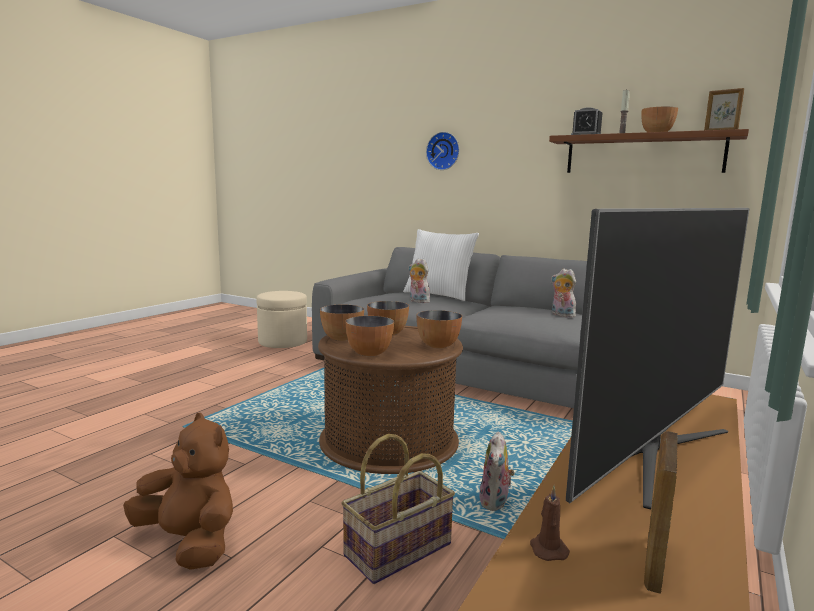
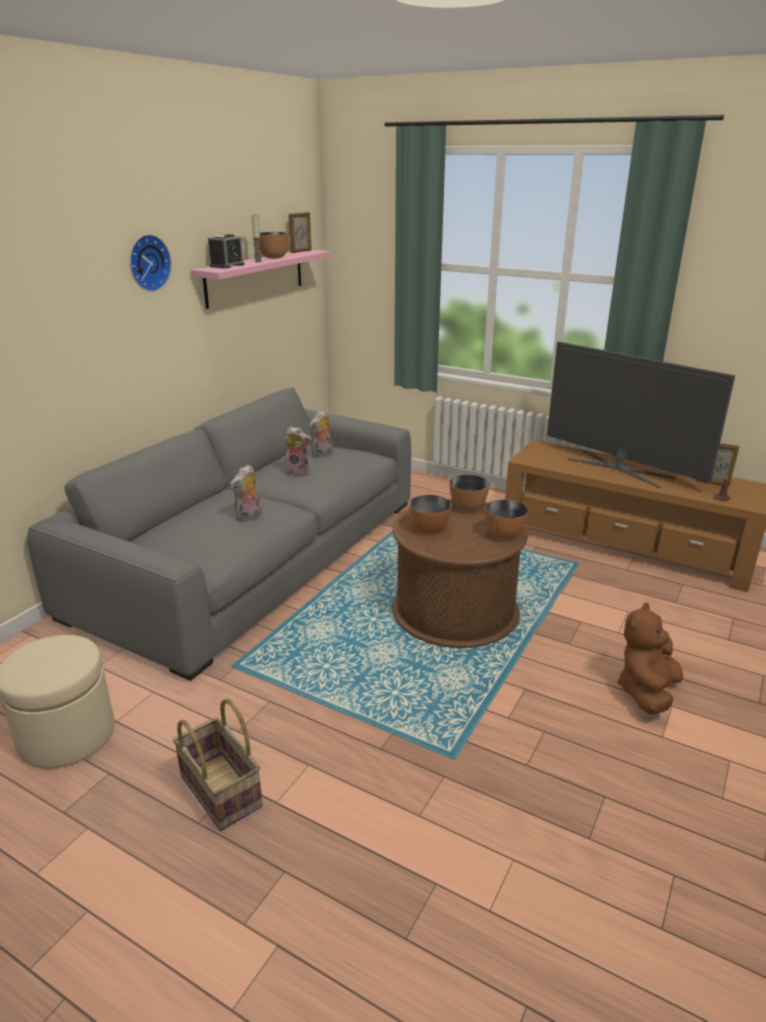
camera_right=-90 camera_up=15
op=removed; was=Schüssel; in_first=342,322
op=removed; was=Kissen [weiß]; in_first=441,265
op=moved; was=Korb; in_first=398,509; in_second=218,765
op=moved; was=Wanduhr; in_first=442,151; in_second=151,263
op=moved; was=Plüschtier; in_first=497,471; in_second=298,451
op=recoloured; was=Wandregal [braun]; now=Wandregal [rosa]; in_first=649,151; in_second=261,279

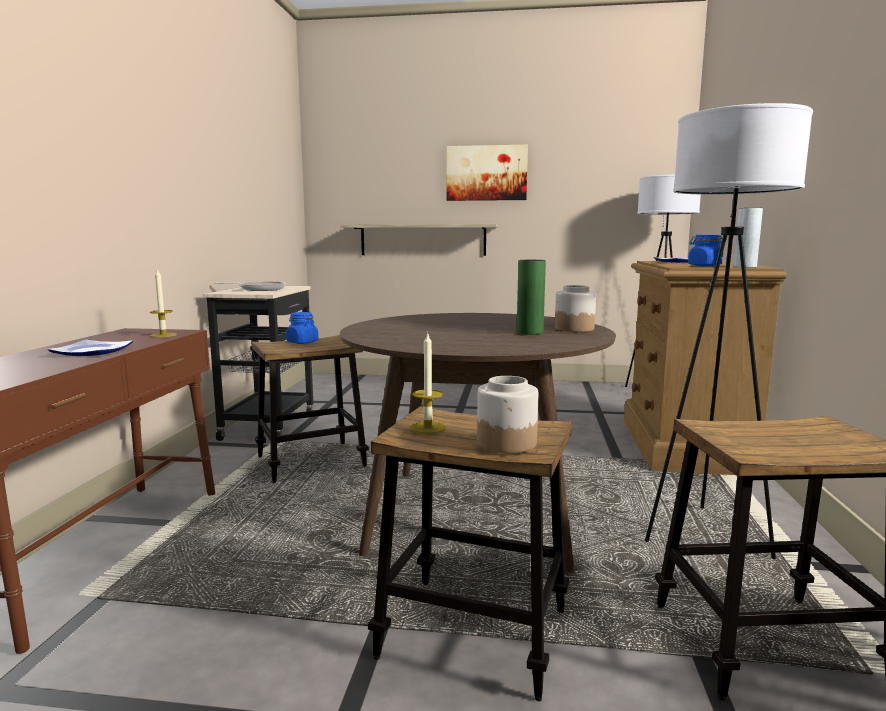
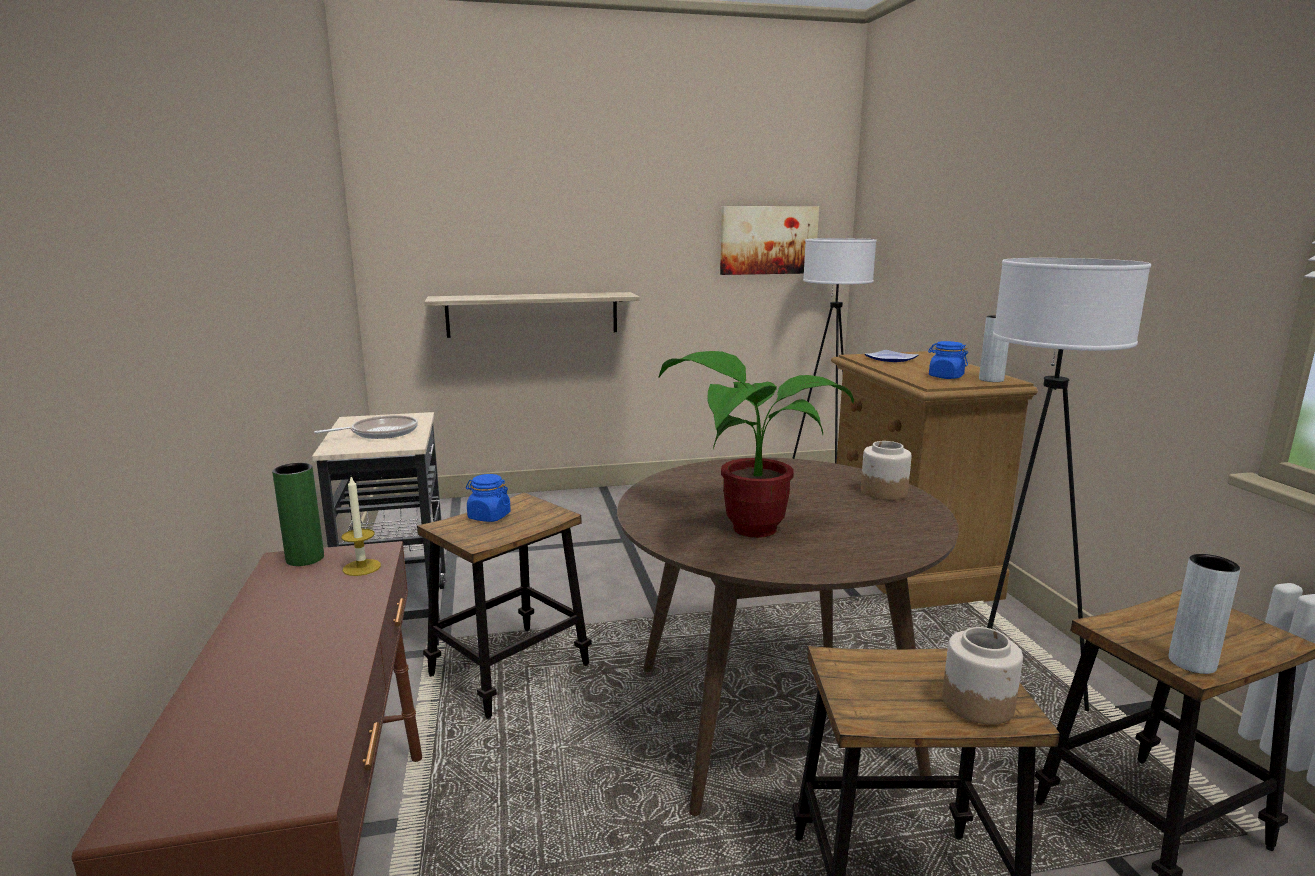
camera_right=-20 camera_up=5
op=removed; was=Teller; in_first=90,348
op=removed; was=Kerze; in_first=428,383
op=added; now=Topfpflanze; in_second=756,444
op=added; now=Vase [grau]; in_second=1204,614
op=moved; was=Bild; in_first=487,173; in_second=769,240
op=moved; was=Vase [grün]; in_first=531,297; in_second=298,514

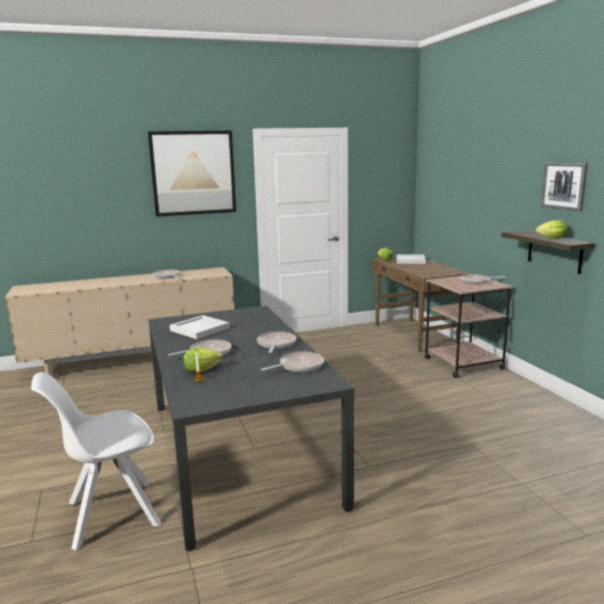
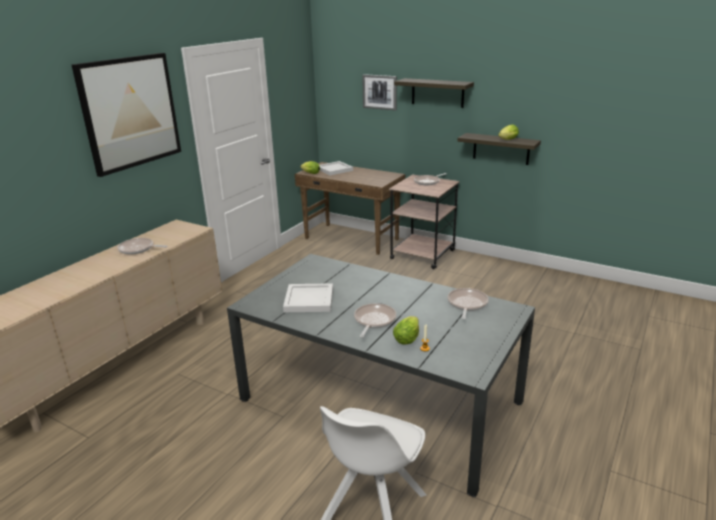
camera_right=-40 camera_up=10
op=removed; was=Pfanne; in_first=276,342
op=added; now=Wandregal; in_second=434,93
op=moved; was=Bild; in_first=564,187; in_second=379,92

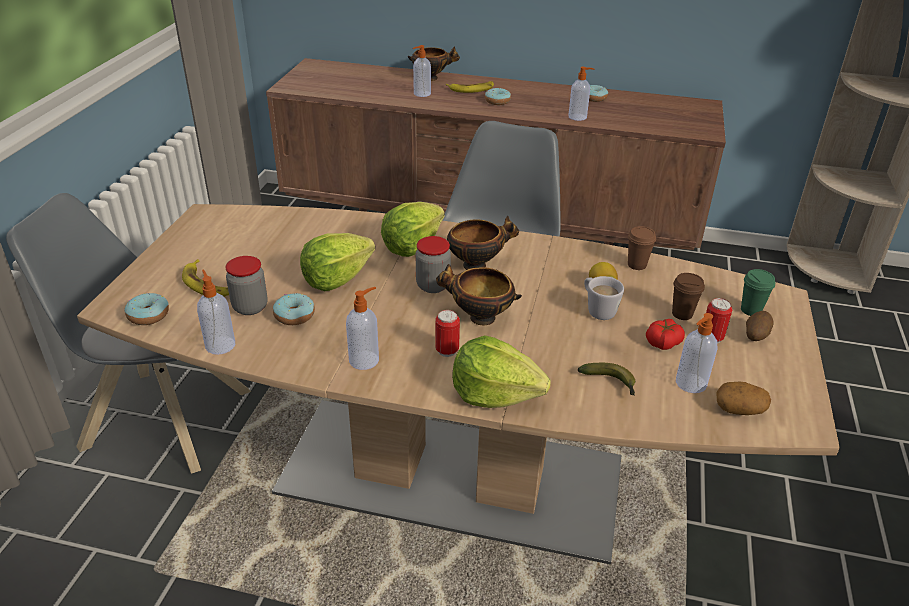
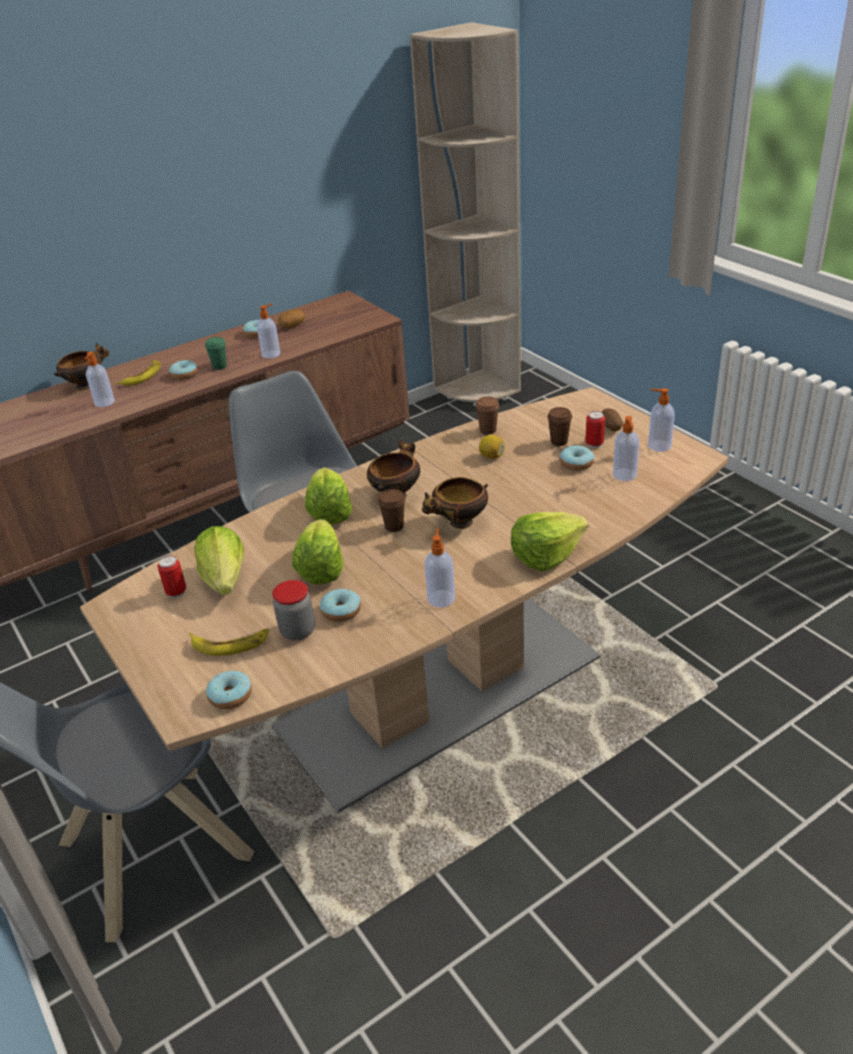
camera_right=-45 camera_up=0
op=removed; was=Banane; in_first=606,379
op=removed; was=Henkelbecher [weiß]; in_first=604,298
op=added; now=Salatkopf; in_second=219,560
op=moved; was=Seifenspender; in_first=216,312; in_second=661,420
op=moved; was=Dose; in_first=447,333; in_second=172,577
op=moved; was=Kartoffel; in_first=744,398; in_second=291,319
op=moved; was=Tasse [grün]; in_first=758,292; in_second=216,353
op=replaced; was=Vorratsglas; now=Tasse [braun]; in_first=433,264; in_second=391,510
op=replaced; was=Tomate; now=Donut; in_first=665,334; in_second=576,458

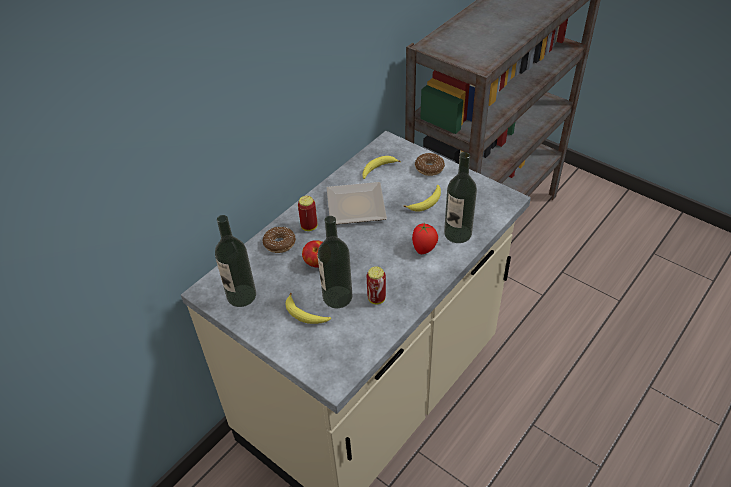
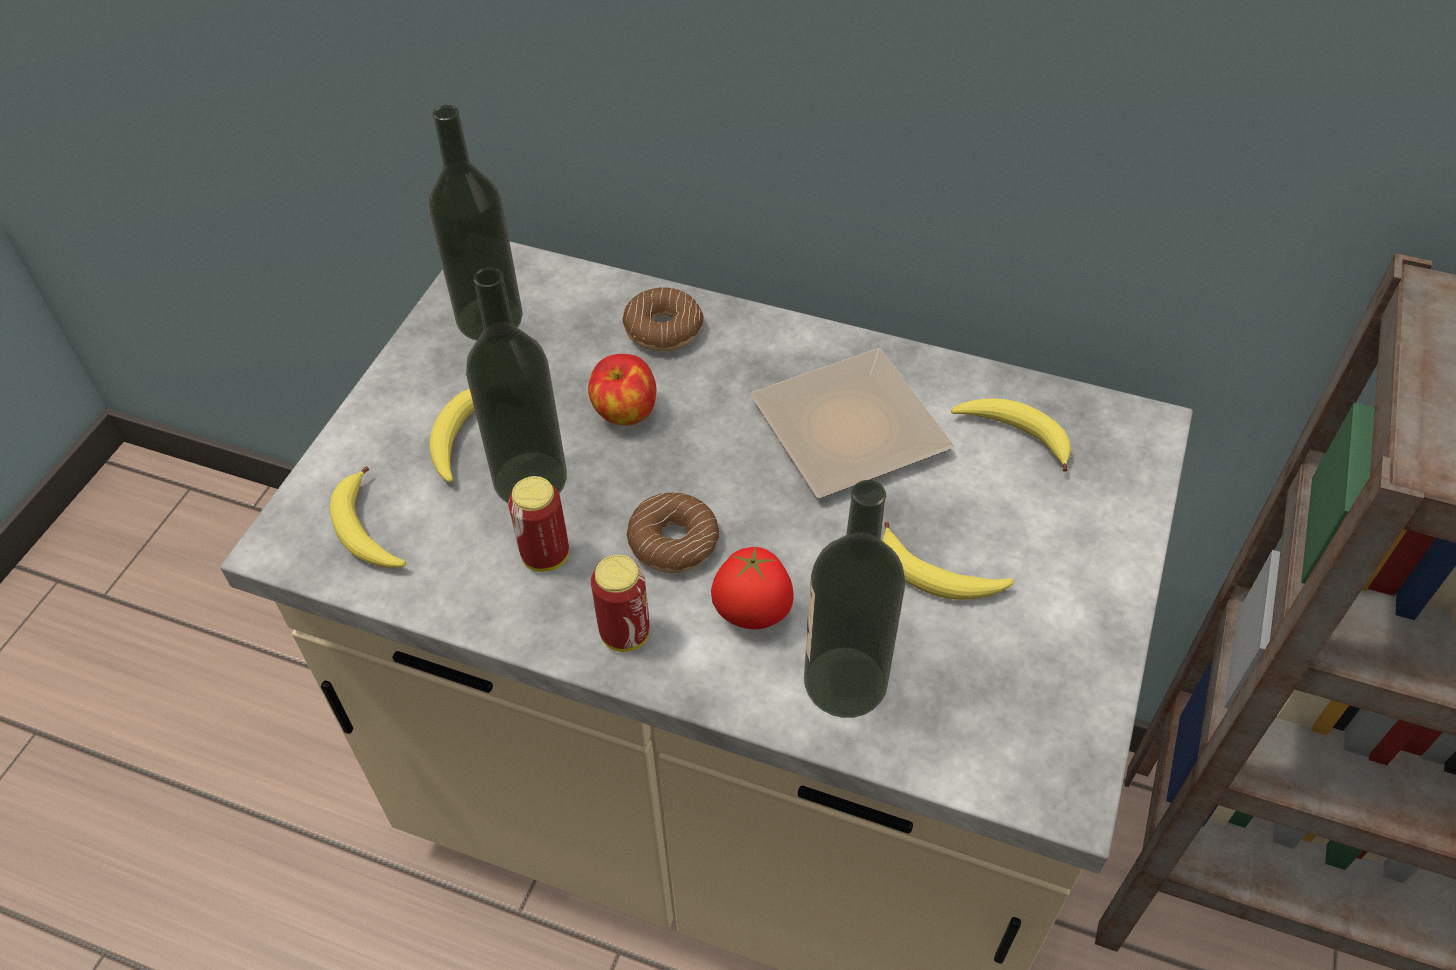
camera_right=70 camera_up=5
op=added; now=Banane; in_second=368,517
op=moved; was=Dose; in_first=307,213; in_second=620,603
op=moved; was=Donut; in_first=430,164; in_second=673,533

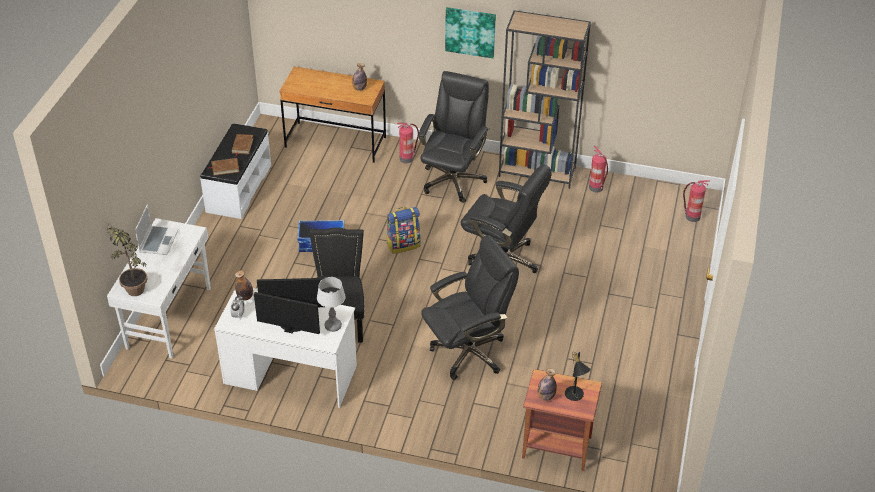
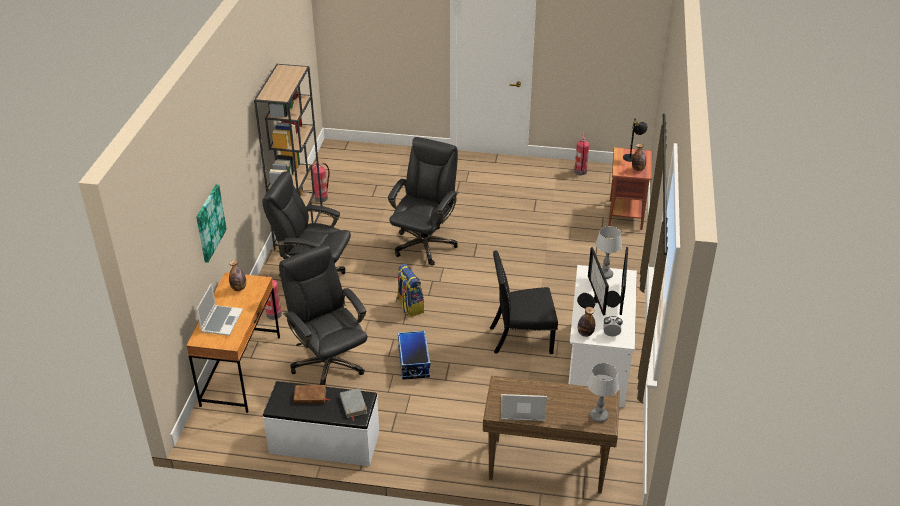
camera_right=-95 camera_up=-5
op=added; now=Laptop; in_second=220,309
op=moved; was=Bürostuhl [schwarz]; in_first=470,307; in_second=323,315
op=moved; was=Bild; in_first=470,32; in_second=211,224
op=moved; was=Feuerlöscher; in_first=696,201; in_second=581,153
op=replaced; was=Topfpflanze; now=Tischlampe; in_first=127,259; in_second=603,393
op=recoloured; was=Konsolentisch [weiß]; now=Konsolentisch [braun]; in_first=159,288; in_second=551,435
op=recoloured; was=Buch [braun]; now=Buch [grau]; in_first=223,167; in_second=353,404

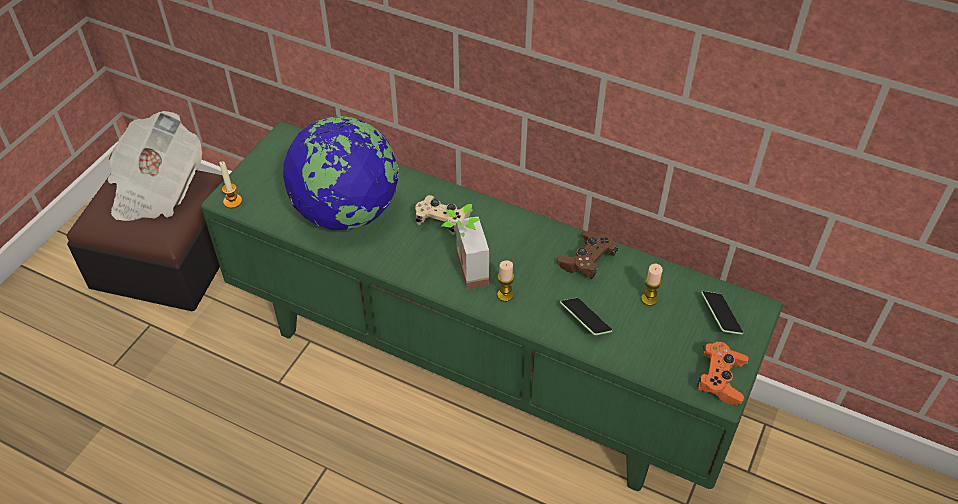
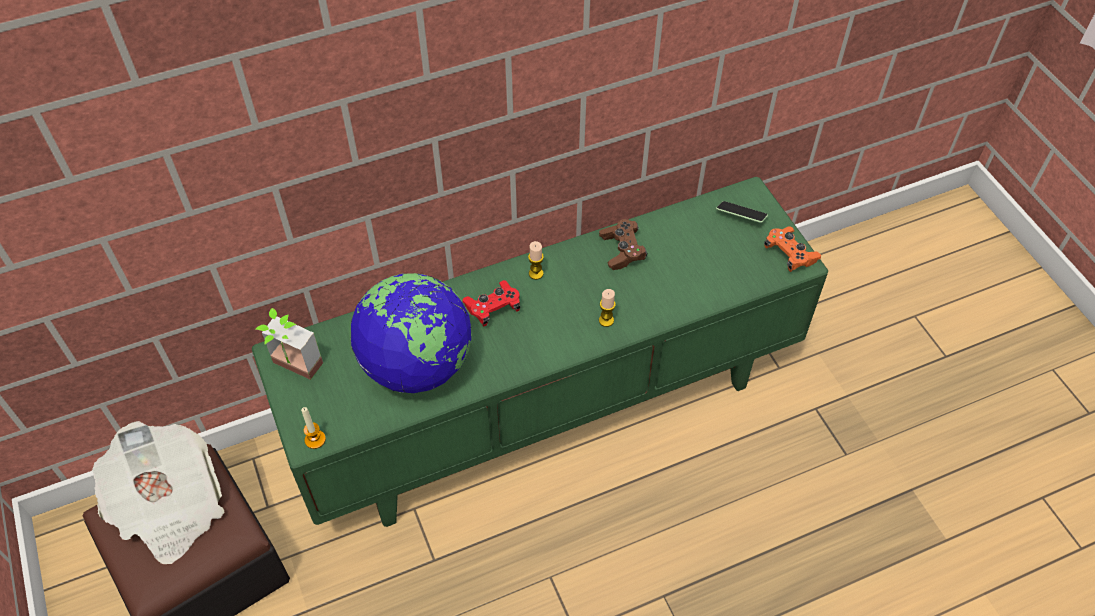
camera_right=-50 camera_up=5
op=removed; was=Handy; in_first=586,316
op=moved; was=Topfpflanze; in_first=465,247; in_second=289,344
op=moved; was=Kerze; in_first=652,285; in_second=536,260
op=recoloured; was=Gamepad [beige]; now=Gamepad [rot]; in_first=443,215; in_second=491,303

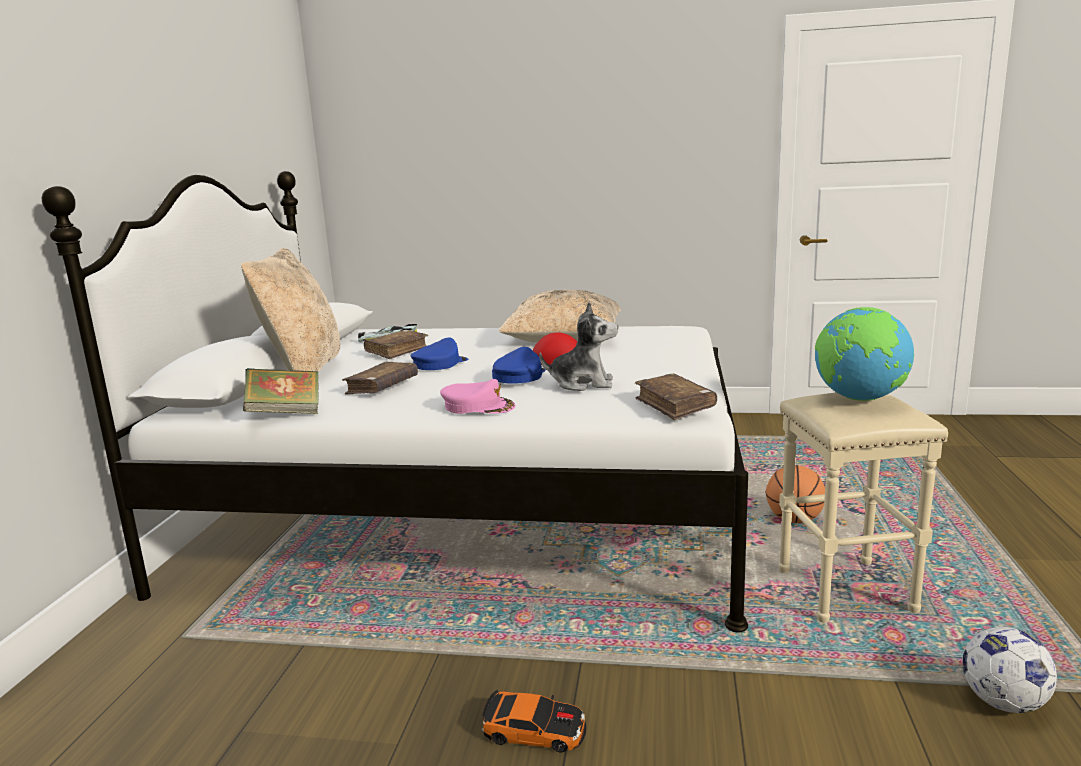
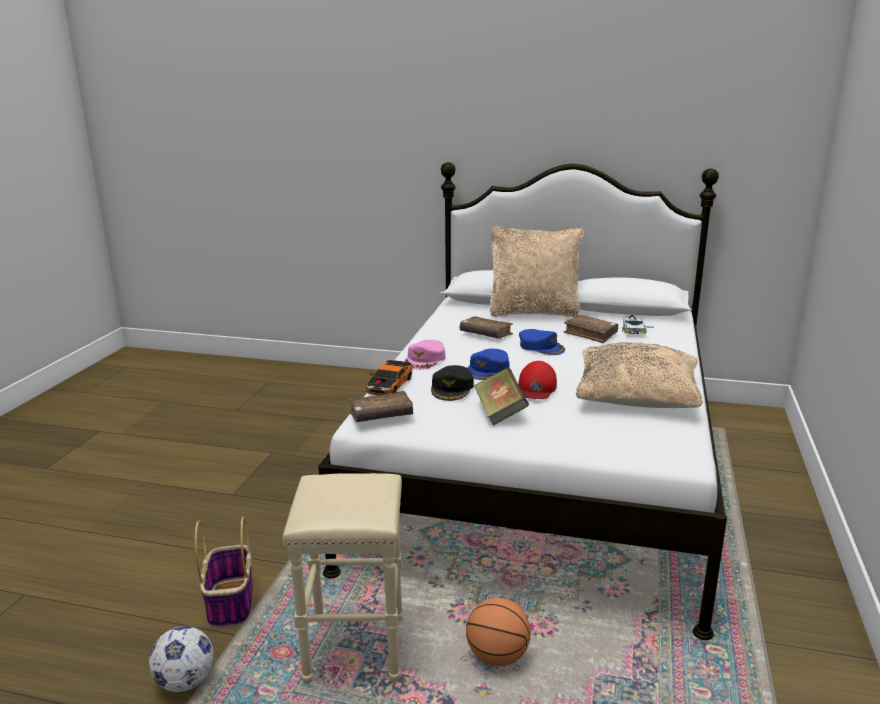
camera_right=95 camera_up=5
op=removed; was=Globus; in_first=864,354
op=added; now=Korb; in_second=223,572
op=moved; was=Buch; in_first=281,391; in_second=501,397
op=moved; was=Spielzeugauto; in_first=534,721; in_second=389,377
op=replaced; was=Plüschtier; now=Kappe [schwarz]; in_first=578,346; in_second=452,383
op=turned; was=Kappe [blau]; in_first=519,365; in_second=488,364; clockwise=90

